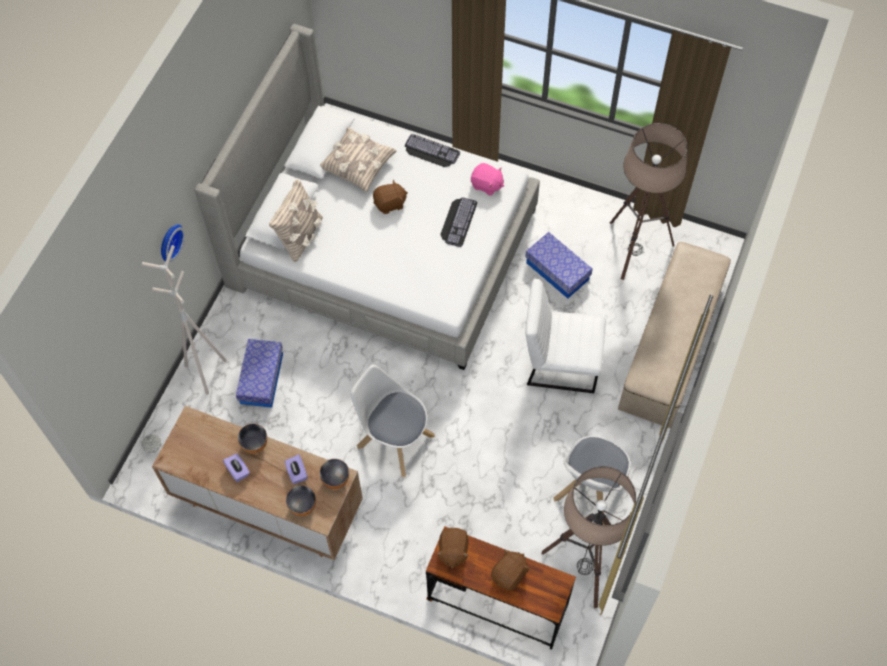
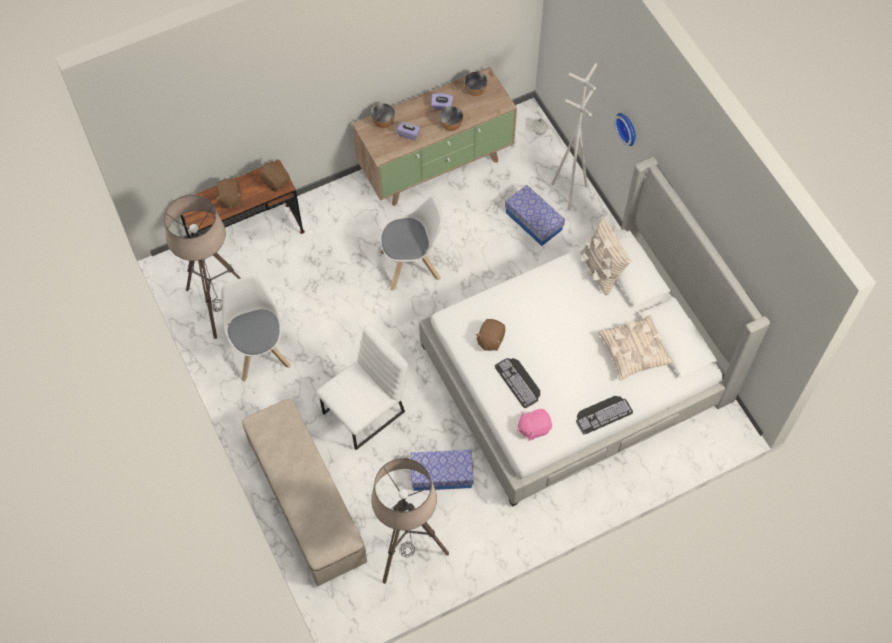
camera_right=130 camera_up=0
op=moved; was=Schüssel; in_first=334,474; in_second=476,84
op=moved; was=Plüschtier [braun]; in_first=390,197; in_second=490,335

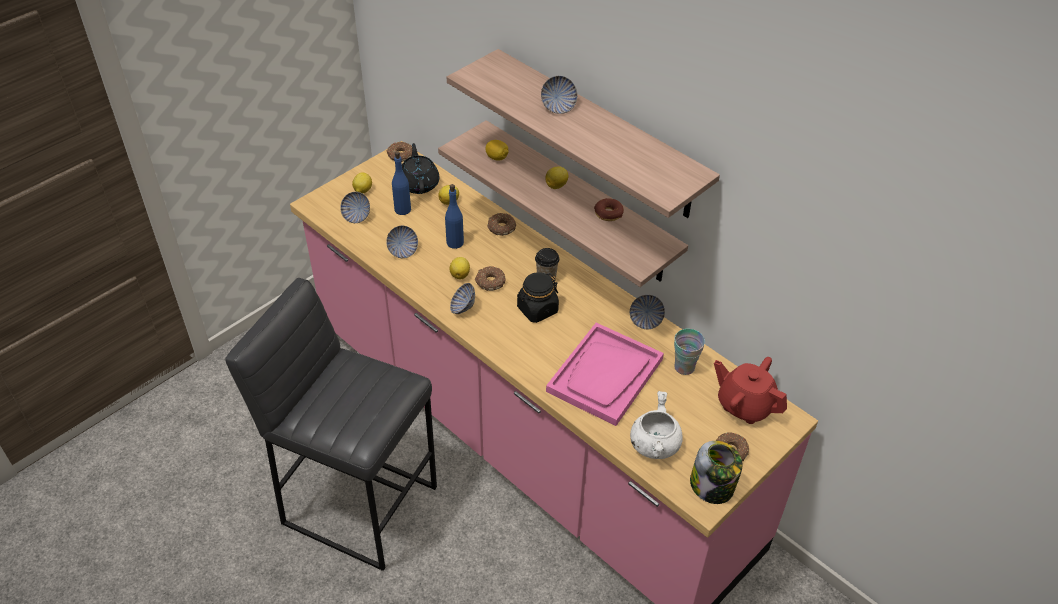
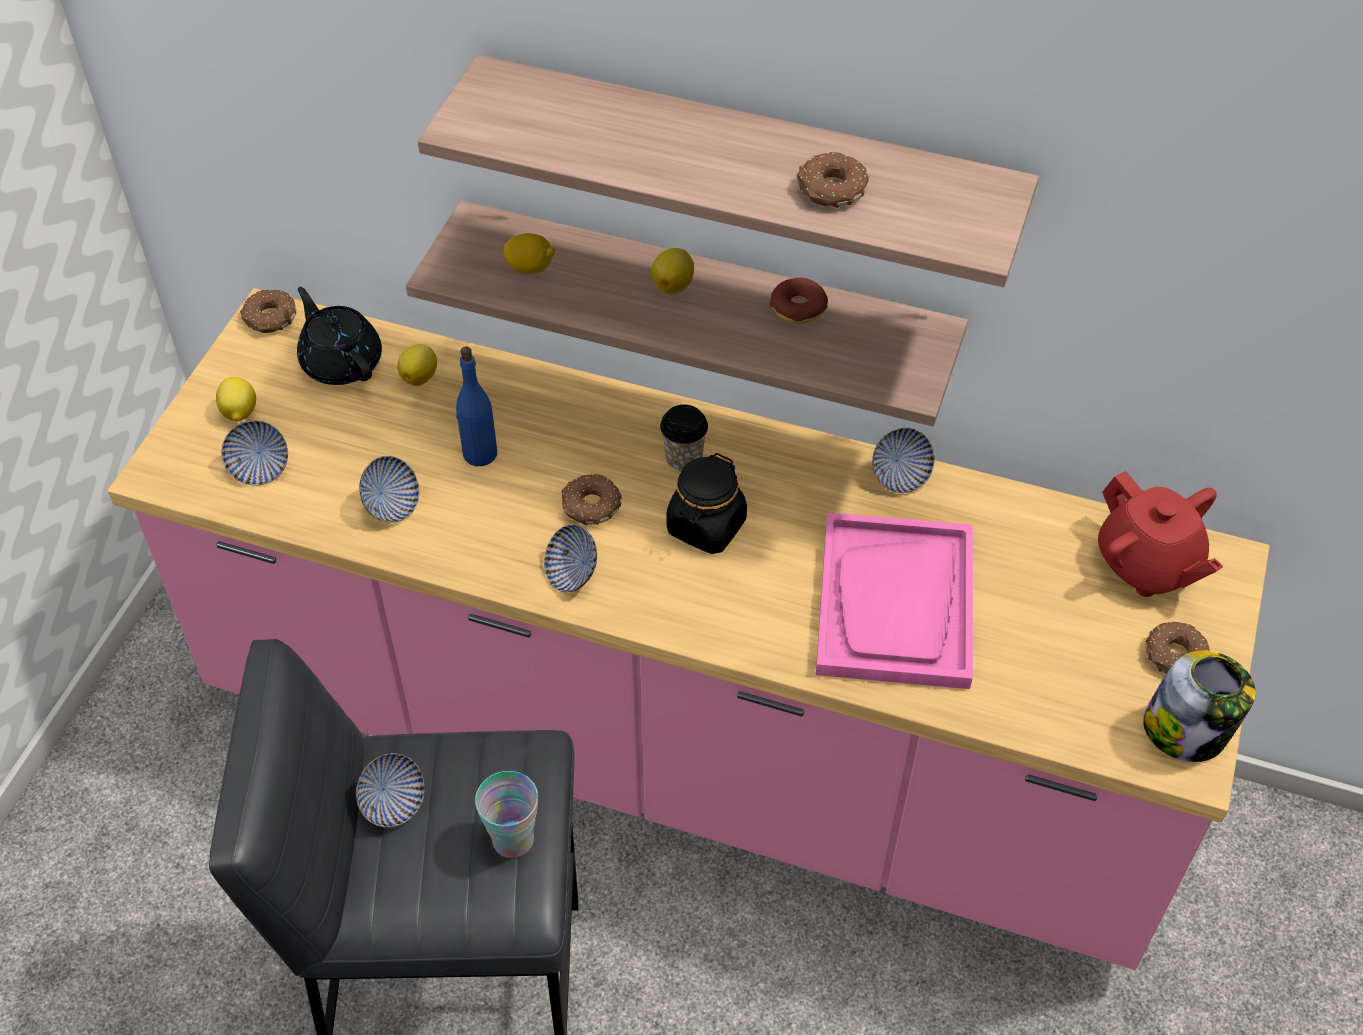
camera_right=-25 camera_up=5
op=removed; was=Flasche [blau]; in_first=401,183
op=removed; was=Zitrone; in_first=459,268
op=removed; was=Kochtopf [weiß]; in_first=656,425
op=moved; was=Donut; in_first=502,224; in_second=833,179
op=moved; was=Schüssel; in_first=559,95; in_second=390,790
op=moved; was=Tasse; in_first=689,352; in_second=506,814
op=turned; was=Teekanne [rot]; in_first=750,390; in_second=1160,534; clockwise=-135

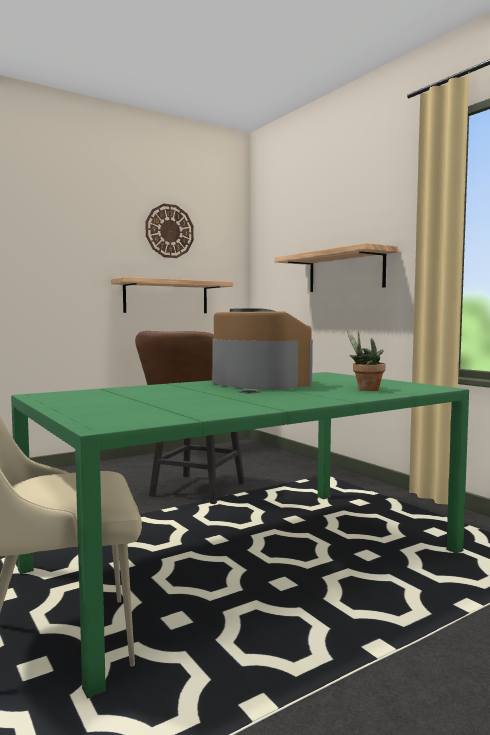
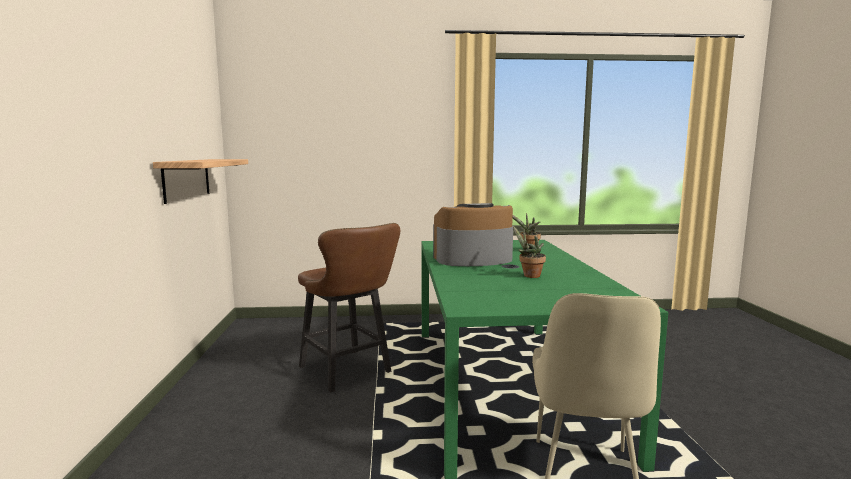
camera_right=-60 camera_up=5
op=removed; was=Wanduhr; in_first=169,230
op=removed; was=Wandregal; in_first=336,267
op=added; now=Topfpflanze; in_second=529,252

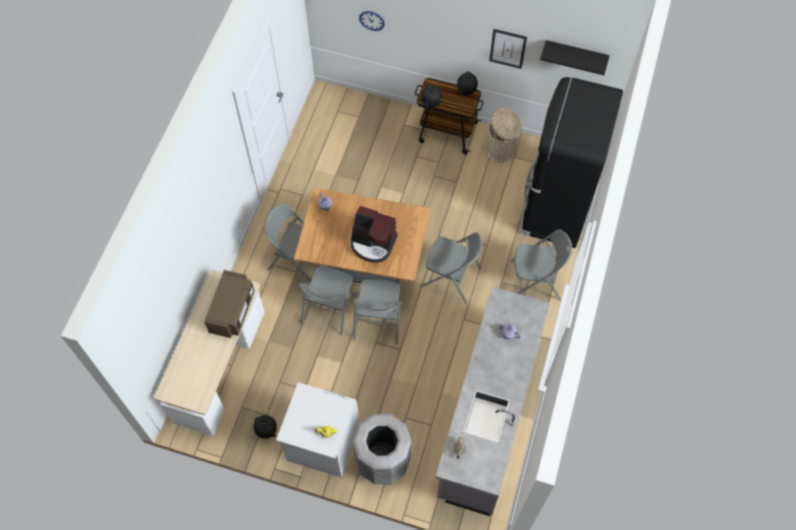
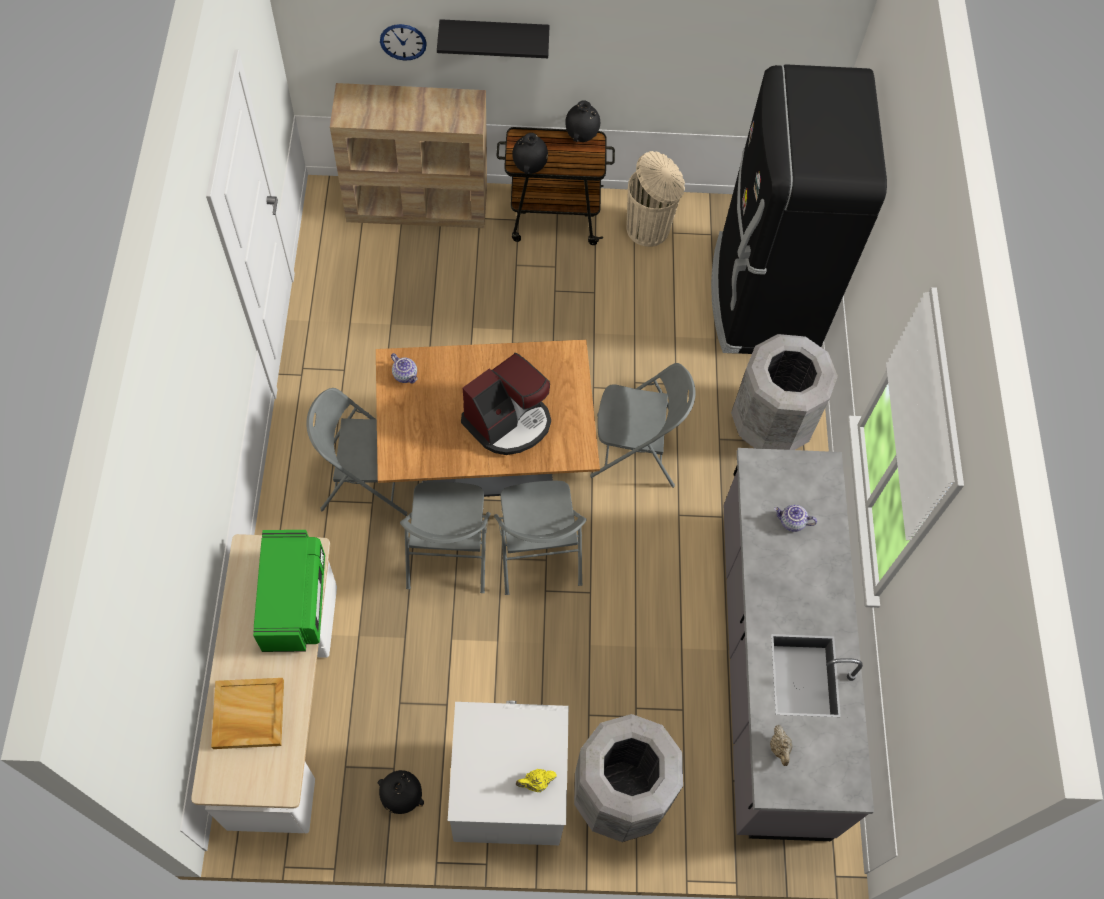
camera_right=-20 camera_up=0
op=removed; was=Bild; in_first=508,49
op=added; now=Tablett [beige]; in_second=247,713
op=added; now=Bücherregal [braun]; in_second=408,155
op=moved; was=Wandregal [schwarz]; in_first=575,57; in_second=493,38
op=replaced; was=Stuhl [grau]; now=Mülleimer [grau]; in_first=541,264; in_second=784,392
op=recoloured; was=Mikrowelle [braun]; now=Mikrowelle [grün]; in_first=229,304; in_second=289,591
op=turned; was=Kaffeemaschine; in_first=374,234; in_second=506,404; clockwise=-45

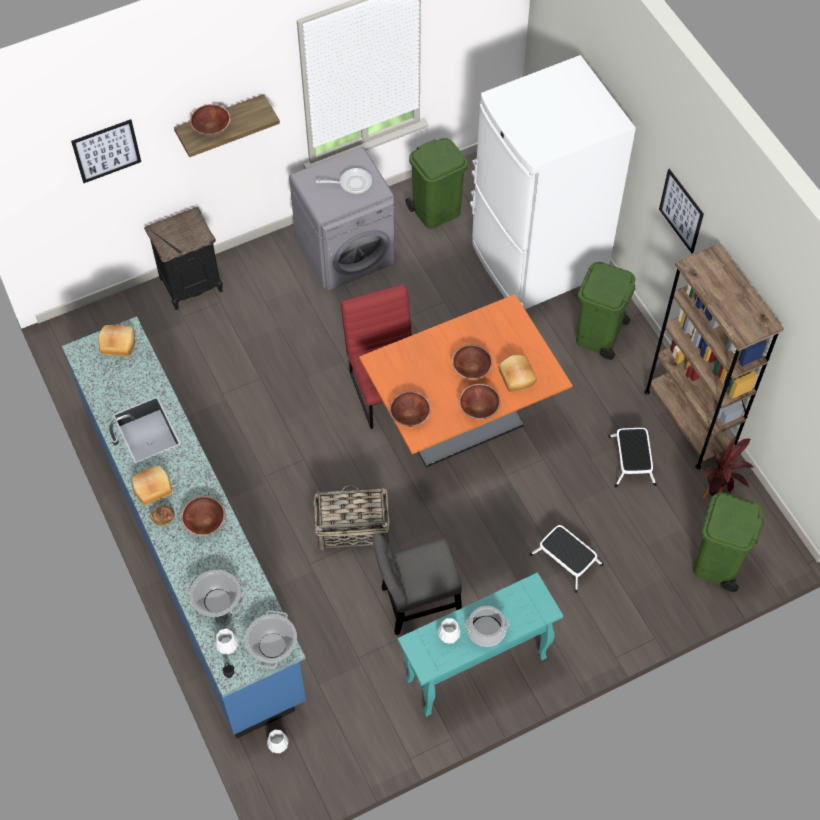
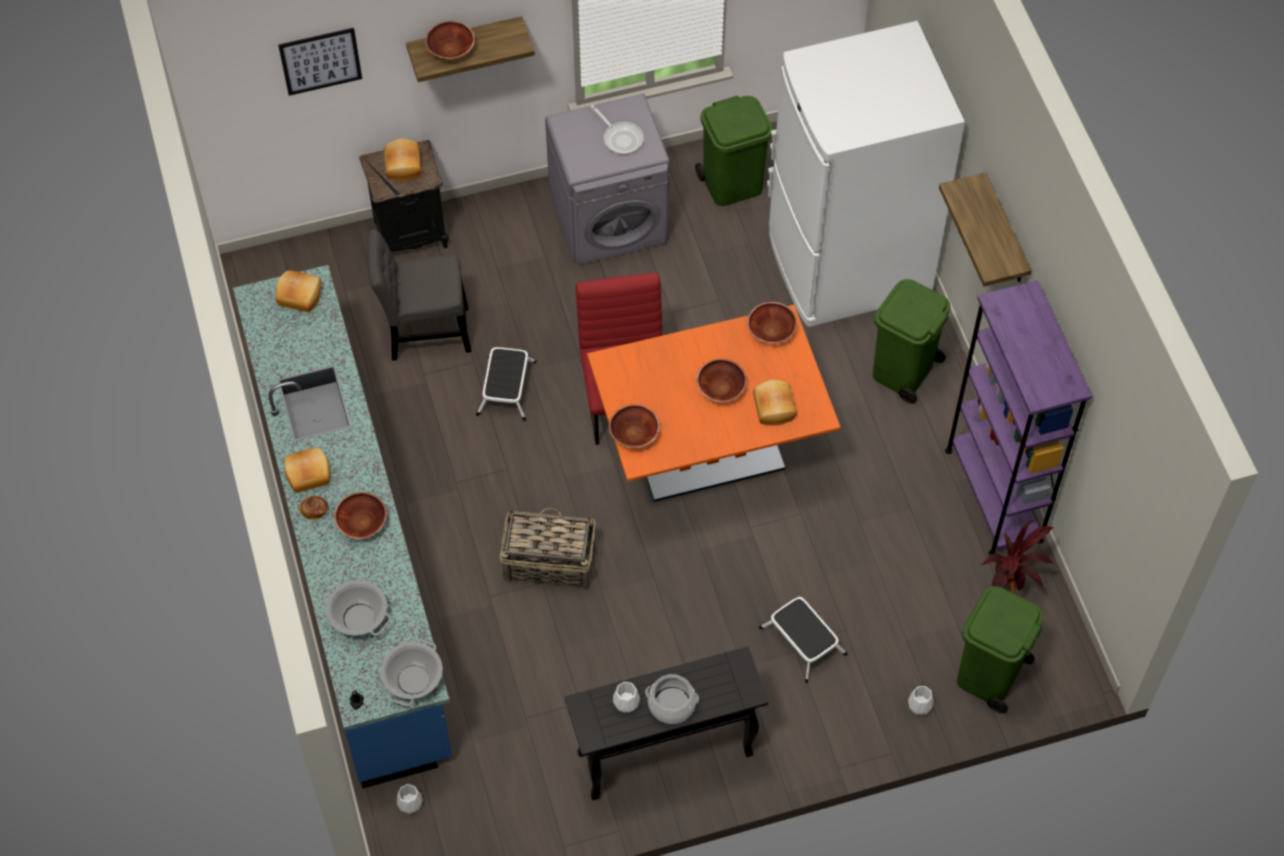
camera_right=10 camera_up=0
op=added; now=Brot; in_second=402,159
op=moved; was=Vase [weiß]; in_first=226,642; in_second=921,700
op=moved; was=Stuhl [grau]; in_first=417,584; in_second=419,295
op=moved; was=Schüssel [braun]; in_first=480,401; in_second=772,323
op=moved; was=Trittleiter [schwarz]; in_first=632,457; in_second=506,384
op=replaced; was=Bild; now=Wandregal; in_first=681,211; in_second=985,229
op=recoloured; was=Konsolentisch [türkis]; now=Konsolentisch [schwarz]; in_first=480,644; in_second=666,723
op=recoloured; was=Bücherregal [braun]; now=Bücherregal [lila]; in_first=714,356; in_second=1018,417
op=turned; was=Pfanne; in_first=344,181; in_second=617,130; clockwise=45

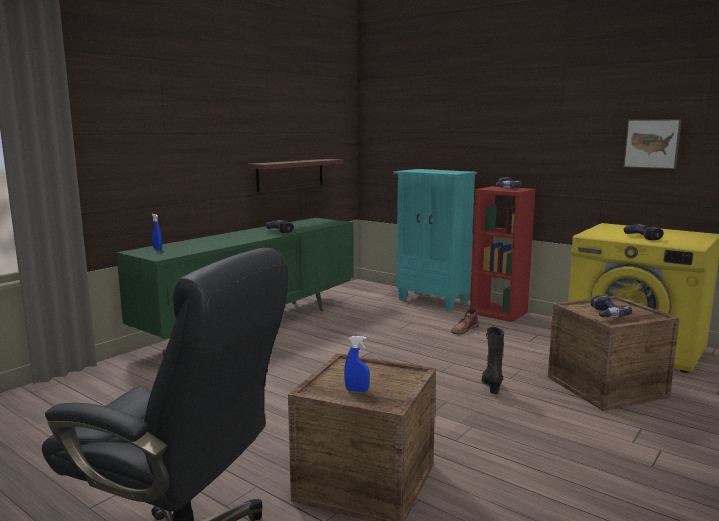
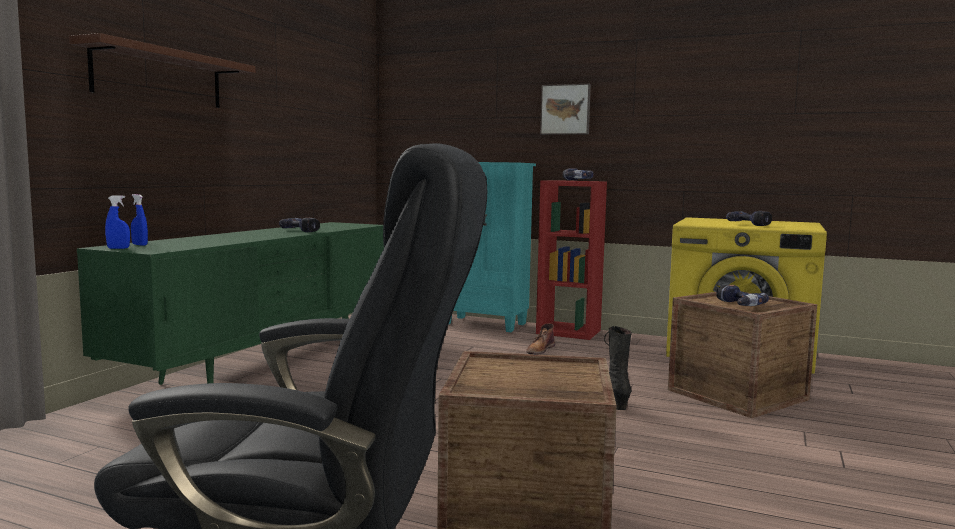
camera_right=-15 camera_up=-5
op=moved; was=Wandregal [braun]; in_first=295,175; in_second=162,70
op=moved; was=Sprühflasche [blau]; in_first=357,364; in_second=117,222
op=moved; was=Bild; in_first=652,144; in_second=565,109

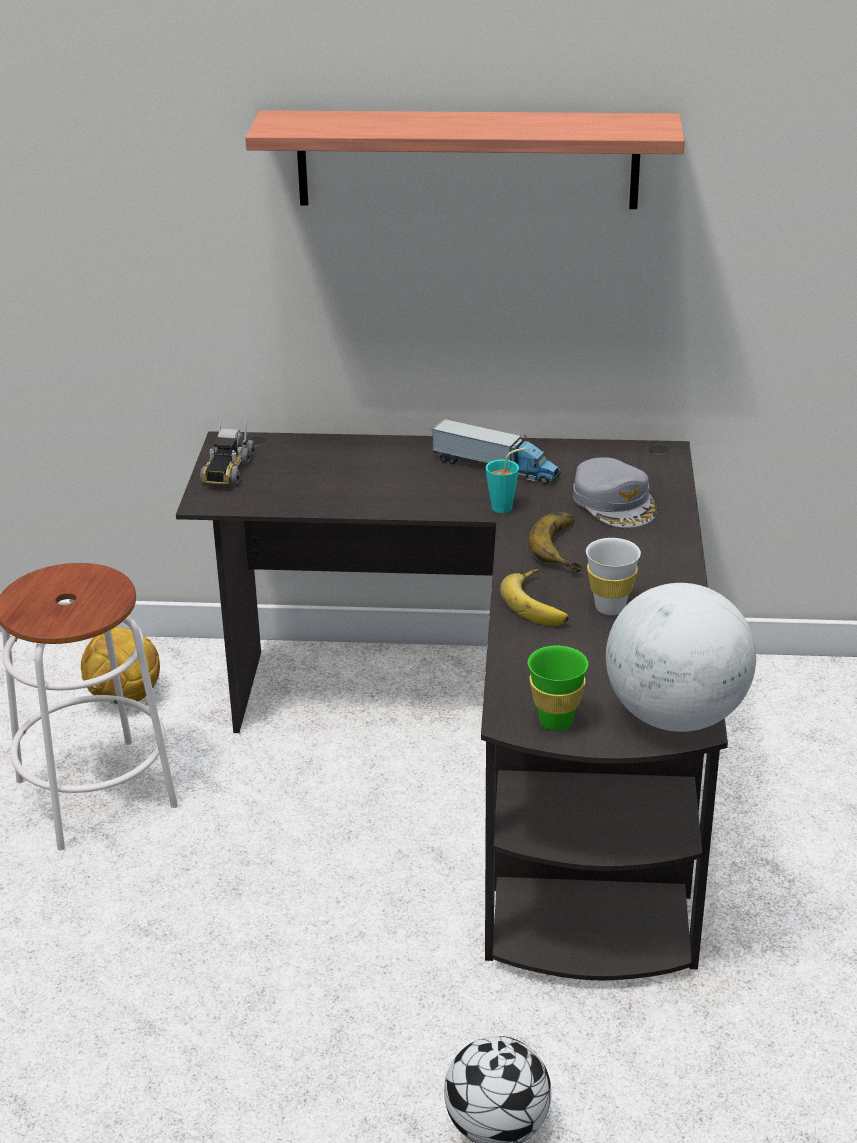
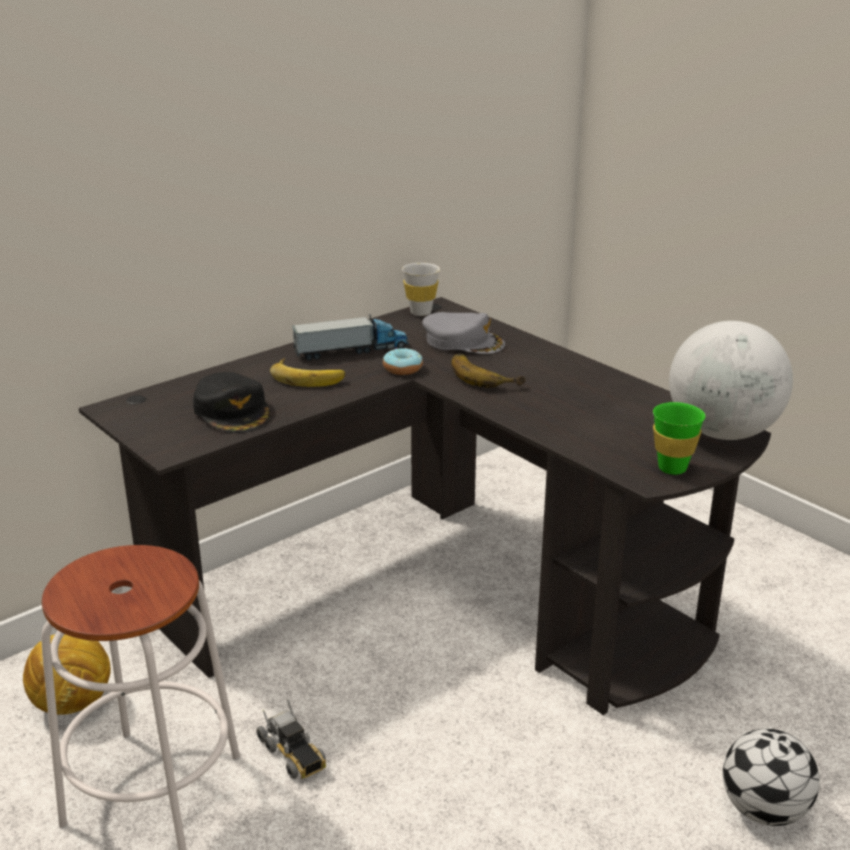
camera_right=-45 camera_up=-5
op=removed; was=Wandregal; in_first=465,159
op=added; now=Kappe [schwarz]; in_second=231,402
op=moved; was=Spielzeuglaster; in_first=227,452; in_second=291,739
op=moved; was=Banane; in_first=534,597; in_second=307,372
op=moved; was=Tasse [weiß]; in_first=613,576; in_second=421,289
op=replaced; was=Tasse [türkis]; now=Donut; in_first=506,480; in_second=403,361

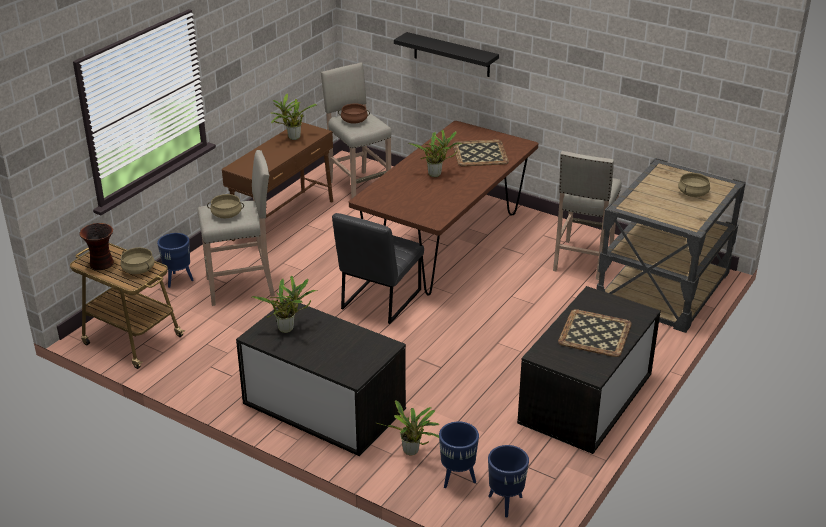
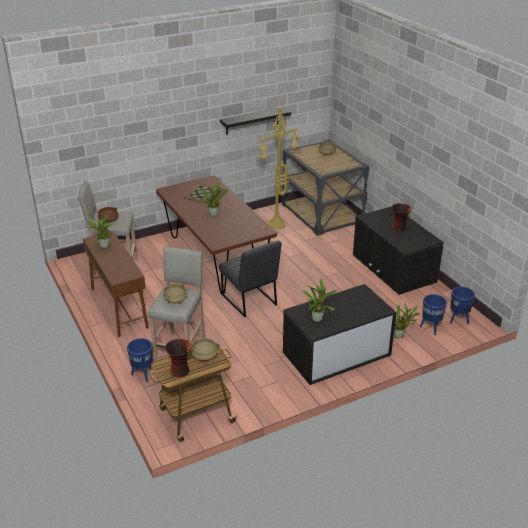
camera_right=-60 camera_up=0
op=moved; was=Wandregal [schwarz]; in_first=446,54; in_second=255,121
op=replaced; was=Hocker [beige]; now=Stehlampe [gelb]; in_first=587,215; in_second=279,168
op=replaced; was=Tablett; now=Vase; in_first=595,333; in_second=402,217

